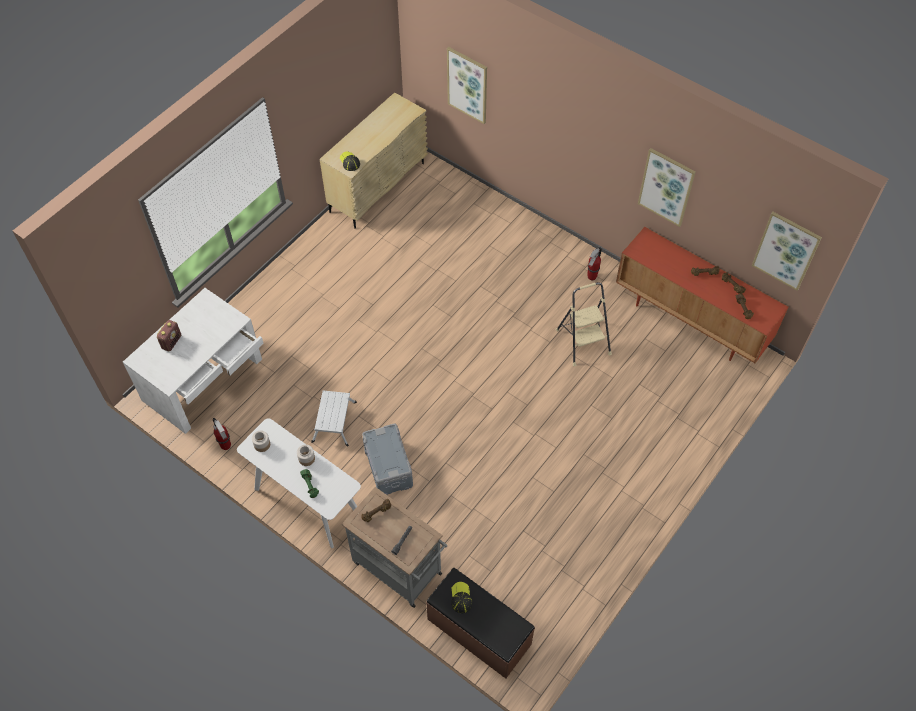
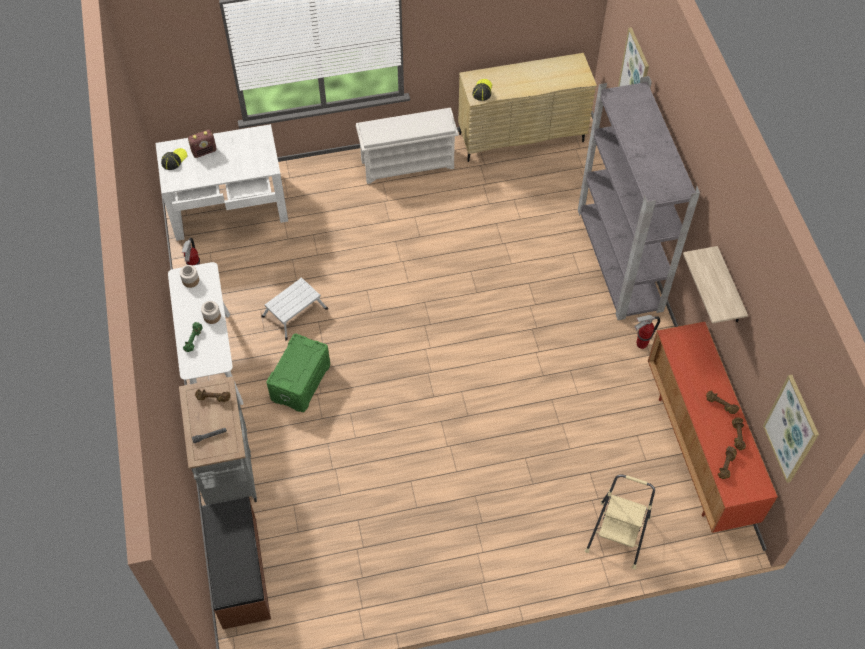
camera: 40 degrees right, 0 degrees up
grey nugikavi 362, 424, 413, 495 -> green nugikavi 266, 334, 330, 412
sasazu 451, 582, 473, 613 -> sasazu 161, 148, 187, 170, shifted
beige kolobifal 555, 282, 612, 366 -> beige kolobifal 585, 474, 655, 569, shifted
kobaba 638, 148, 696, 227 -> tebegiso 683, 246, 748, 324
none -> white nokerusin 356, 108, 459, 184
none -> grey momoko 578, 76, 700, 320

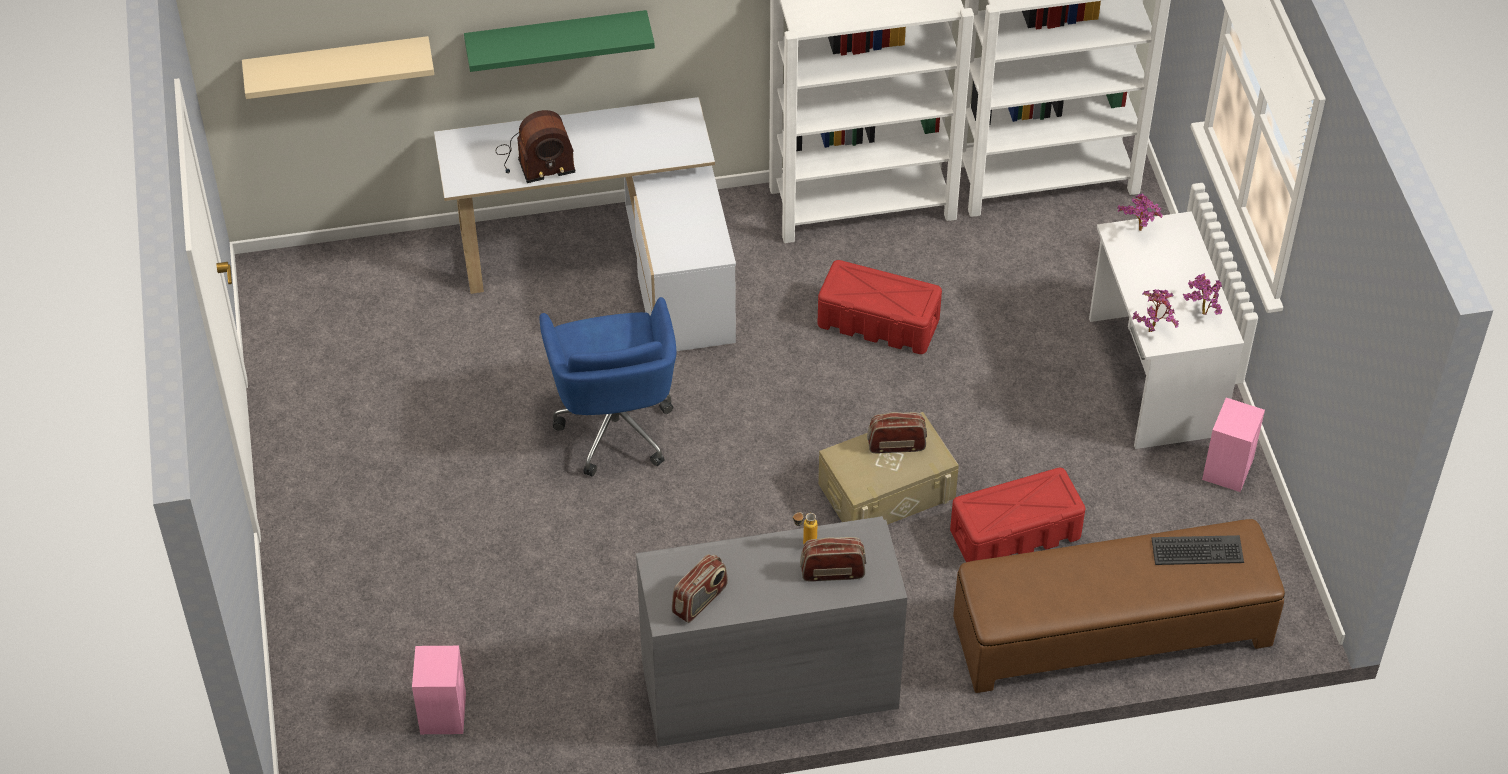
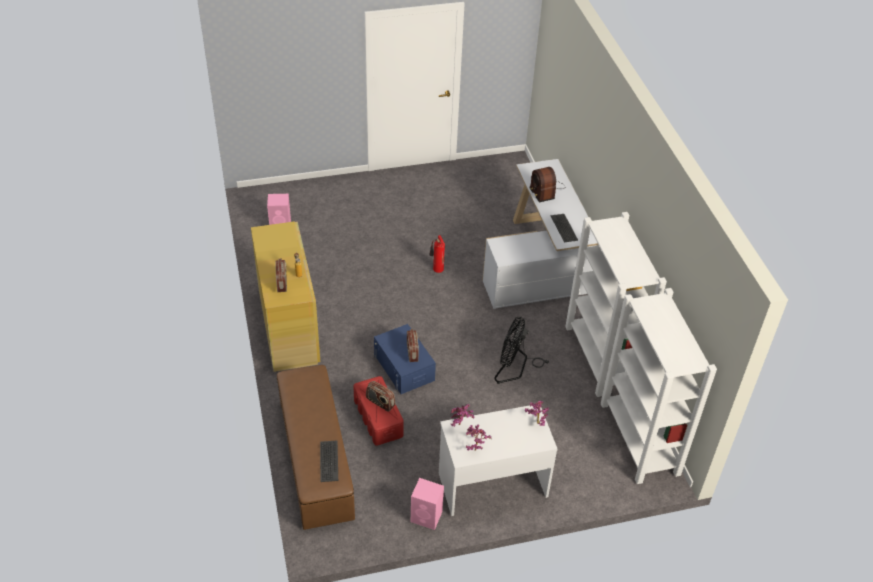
camera: 85 degrees right, 5 degrees down
beige tebegiso 242, 36, 434, 99 -> none
green tebegiso 464, 10, 655, 72 -> none
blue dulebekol 540, 297, 676, 477 -> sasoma 430, 235, 445, 273
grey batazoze 636, 516, 907, 747 -> yellow batazoze 251, 221, 320, 372
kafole 672, 554, 728, 623 -> kafole 366, 381, 395, 412, shifted
red nugikavi 818, 260, 942, 354 -> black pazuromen 495, 316, 550, 384
beige nugikavi 818, 412, 959, 525 -> blue nugikavi 374, 324, 436, 394
none -> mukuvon 551, 214, 578, 242

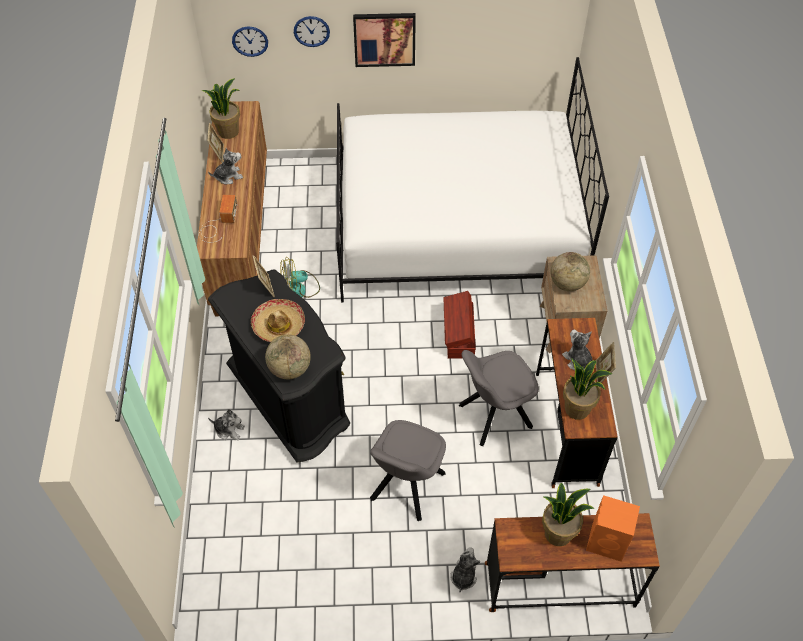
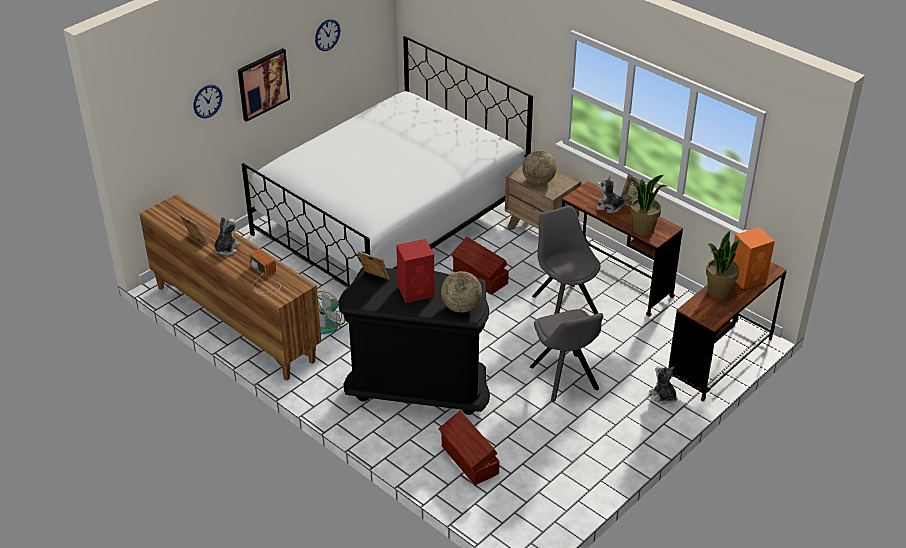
camera: 45 degrees left, 15 degrees down
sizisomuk 202, 78, 240, 139 -> none
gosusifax 208, 409, 245, 440 -> none
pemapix 232, 27, 268, 57 -> pemapix 315, 19, 340, 51, shifted
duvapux 251, 299, 305, 342 -> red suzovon 396, 239, 435, 303
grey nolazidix 459, 350, 539, 446 -> grey nolazidix 532, 205, 601, 314, 135 degrees clockwise
none -> brown nugikavi 438, 411, 500, 485

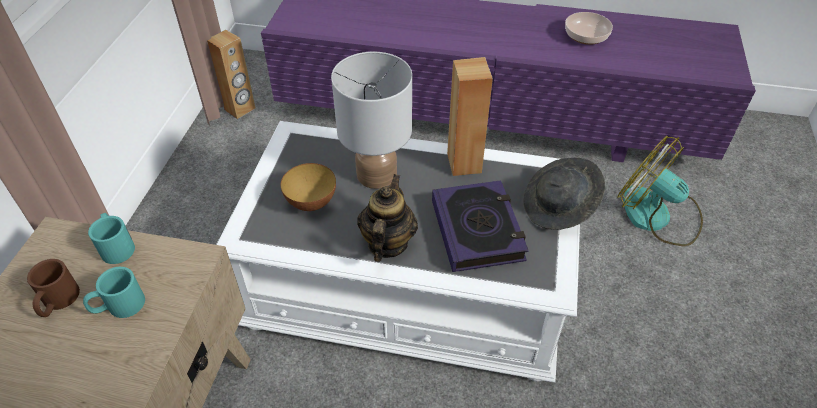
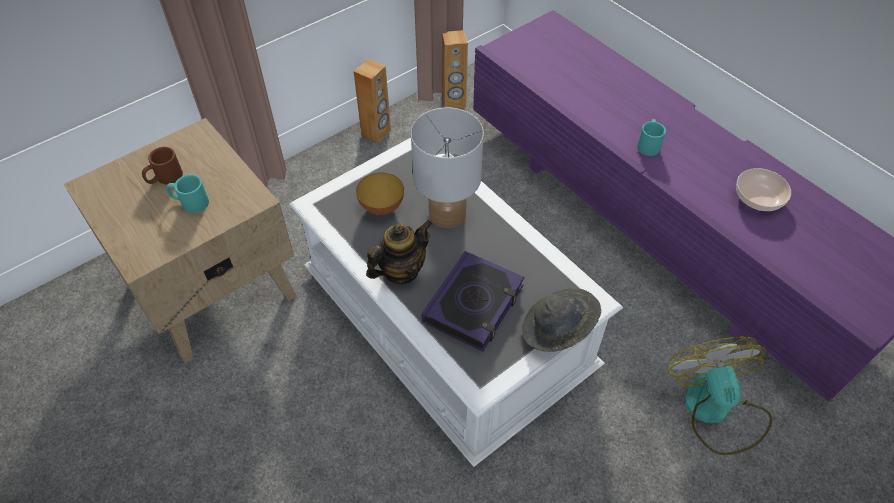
camera: 40 degrees right, 5 degrees up
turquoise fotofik 88, 213, 135, 264 -> turquoise fotofik 637, 119, 666, 156, shifted
brown suzovon 447, 57, 493, 176 -> brown suzovon 353, 59, 391, 143, shifted

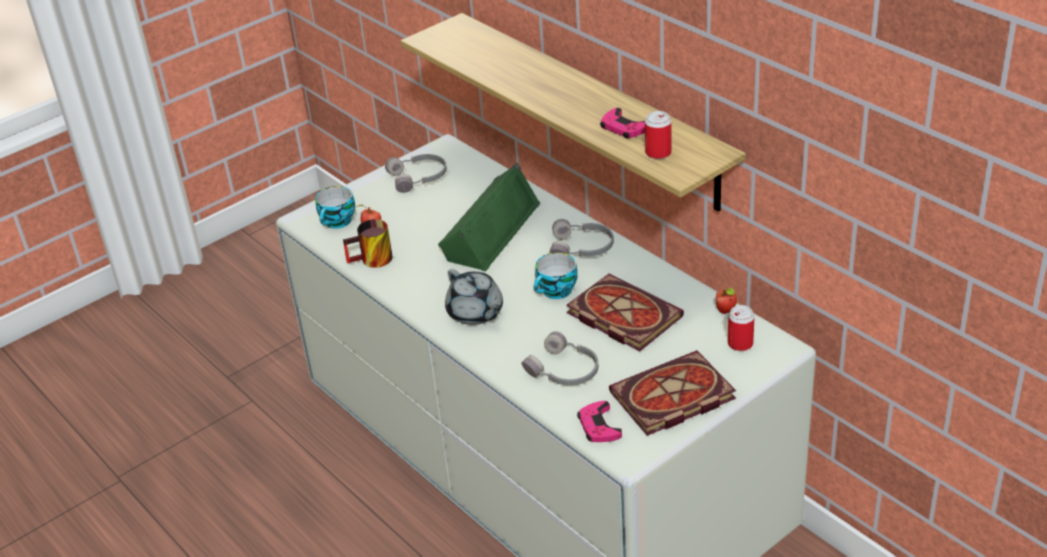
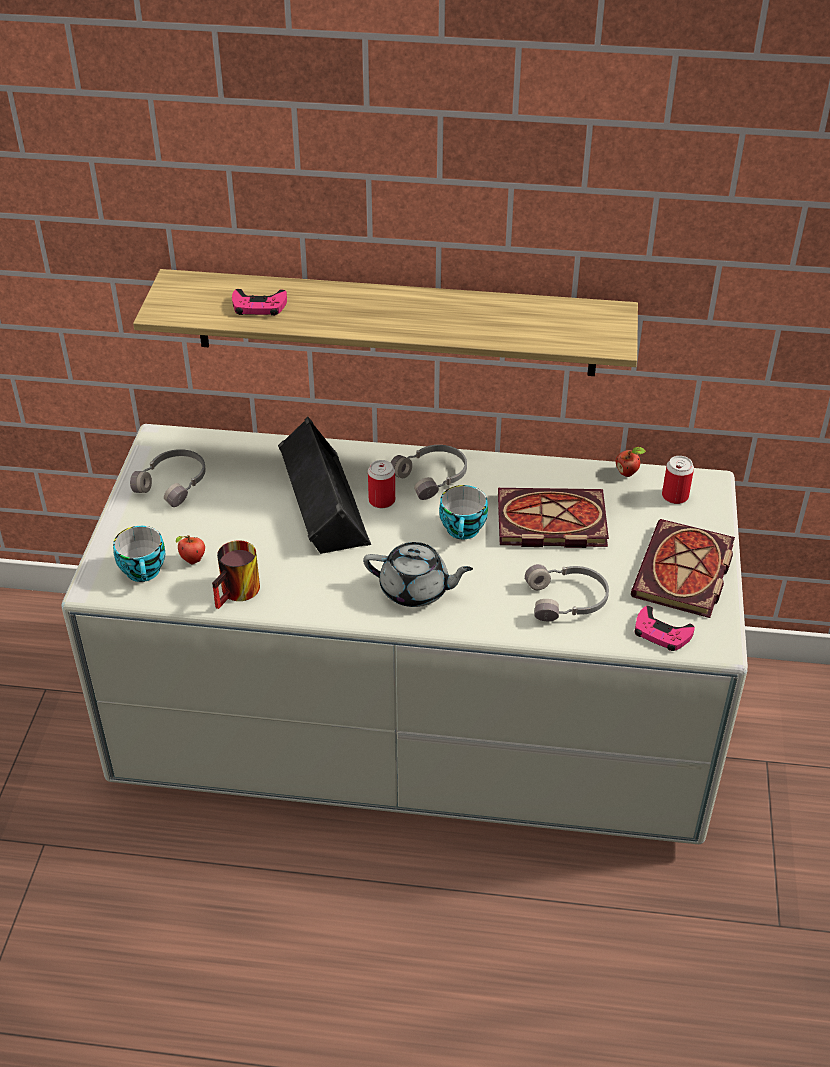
camera: 45 degrees left, 5 degrees up
green suzovon 438, 163, 541, 271 -> black suzovon 278, 417, 371, 554
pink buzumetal 600, 108, 645, 139 -> pink buzumetal 232, 289, 287, 316, shifted
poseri 645, 111, 671, 159 -> poseri 368, 460, 395, 508, shifted

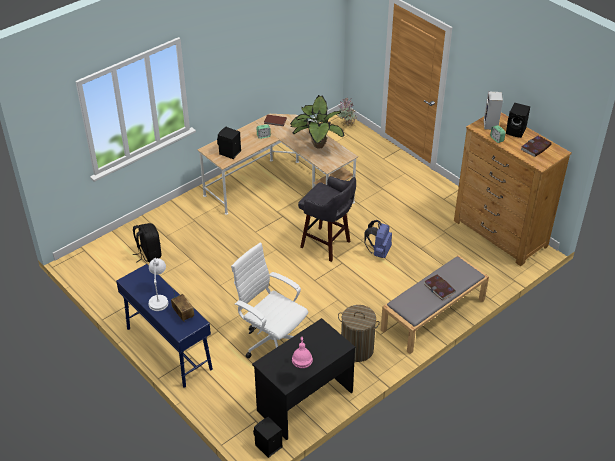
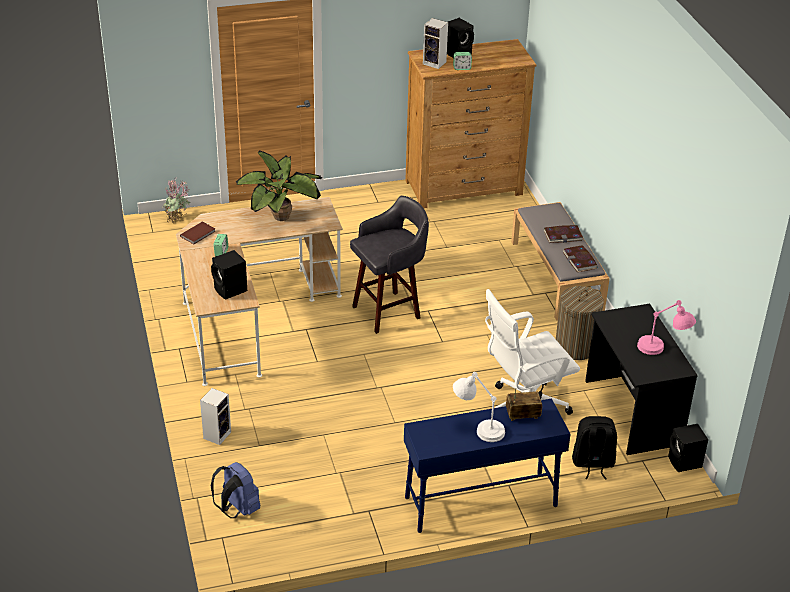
camera: 65 degrees left, 5 degrees down
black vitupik 133, 223, 161, 262 -> black vitupik 572, 416, 617, 480, shifted
blue vitupik 364, 220, 392, 258 -> blue vitupik 211, 462, 260, 518, shifted
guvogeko 521, 136, 551, 157 -> guvogeko 562, 245, 598, 272, shifted
none -> suzovon 200, 388, 231, 445

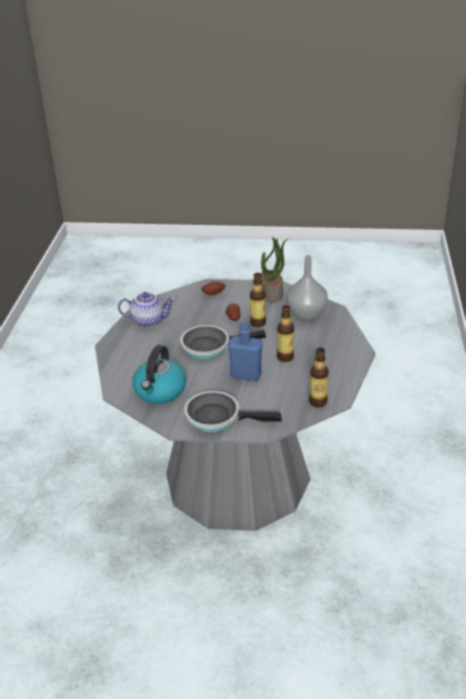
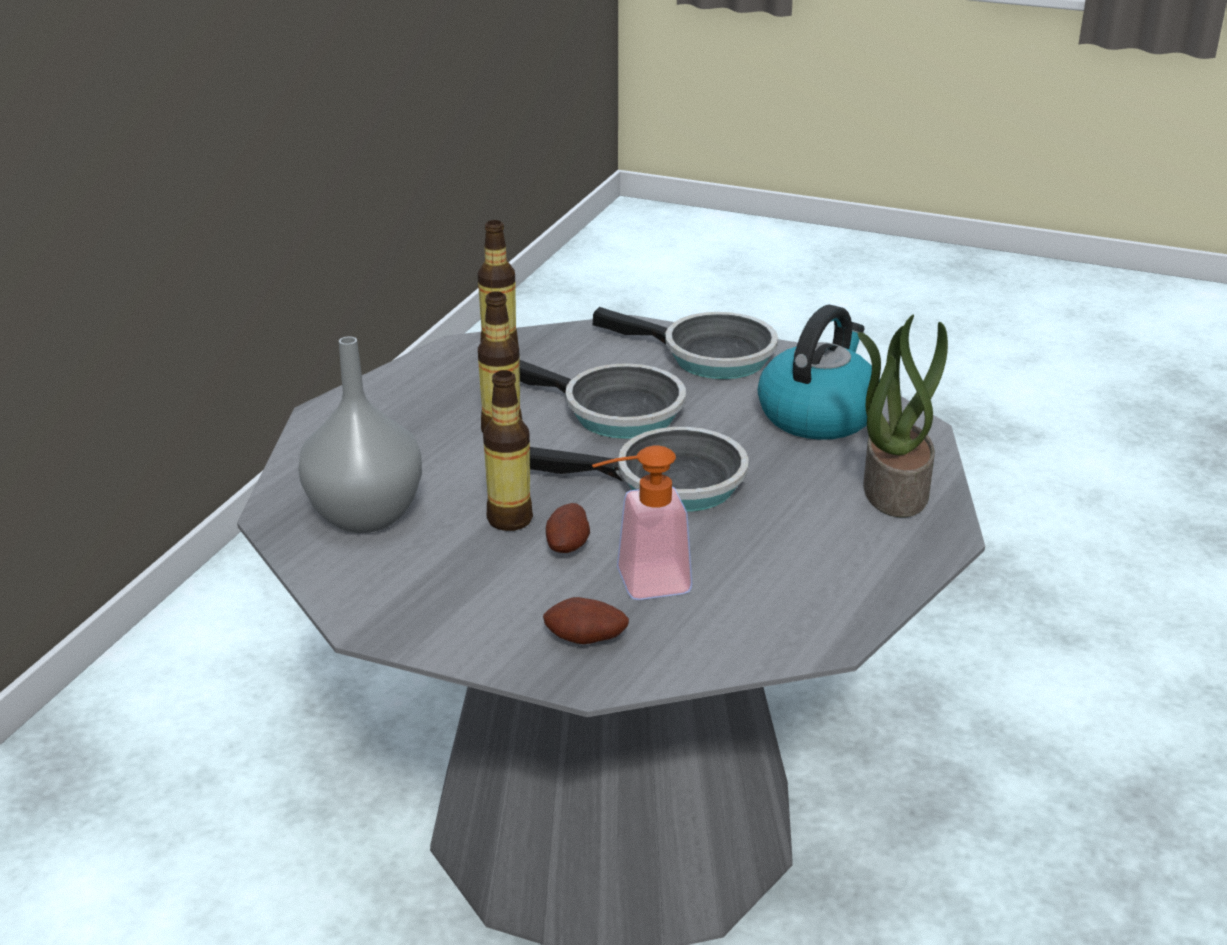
camera: 165 degrees left, 5 degrees down
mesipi 118, 292, 175, 327 -> none
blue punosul 228, 322, 263, 381 -> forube 520, 360, 686, 439
sizisomuk 261, 237, 289, 303 -> sizisomuk 858, 314, 948, 518, shifted
none -> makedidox 592, 445, 692, 600

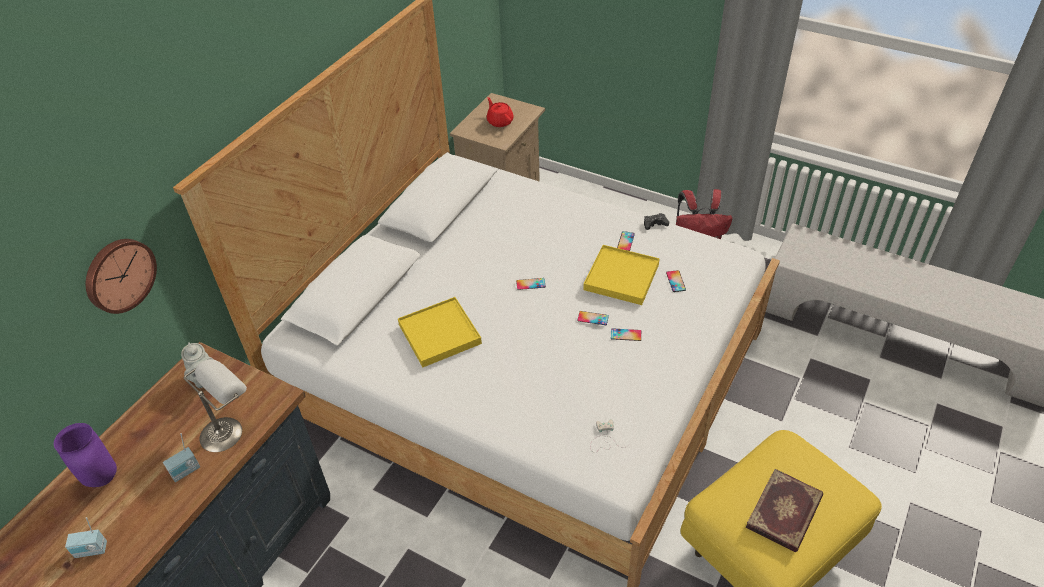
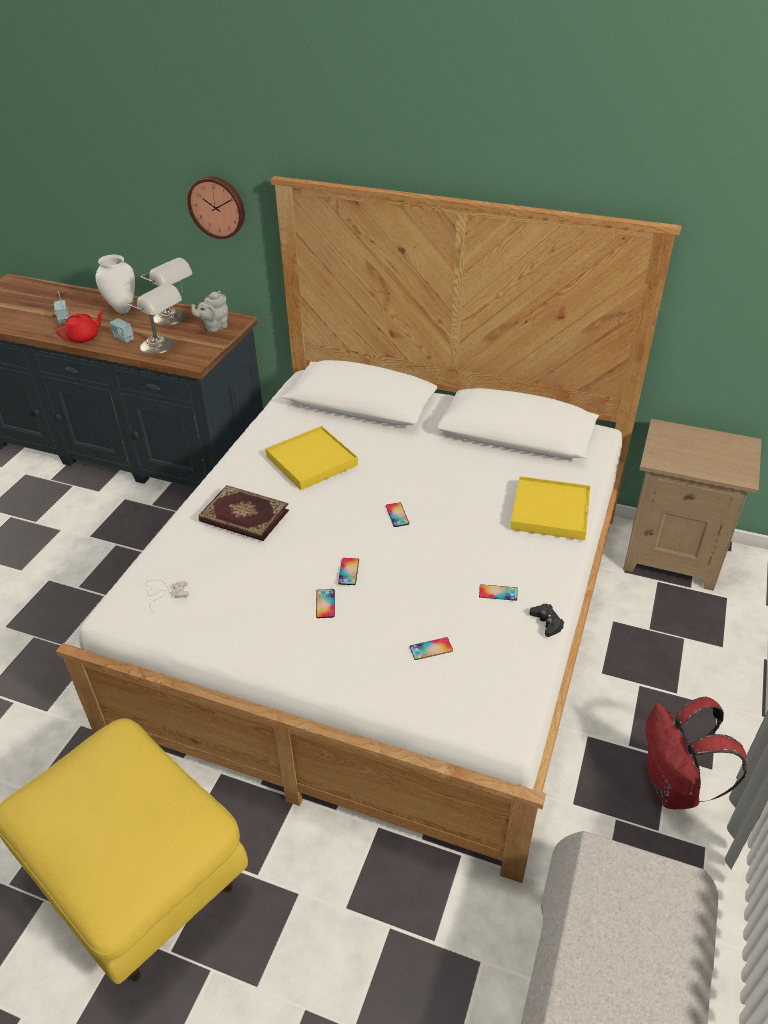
camera: 80 degrees right, 5 degrees down
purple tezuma 54, 423, 117, 487 -> white tezuma 96, 255, 135, 314
red mesipi 487, 97, 514, 127 -> red mesipi 56, 310, 104, 343, shifted
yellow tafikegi 583, 245, 660, 305 -> yellow tafikegi 510, 476, 590, 540, shifted
guvogeko 746, 469, 823, 552 -> guvogeko 199, 485, 289, 541, shifted
none -> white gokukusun 141, 258, 193, 325

